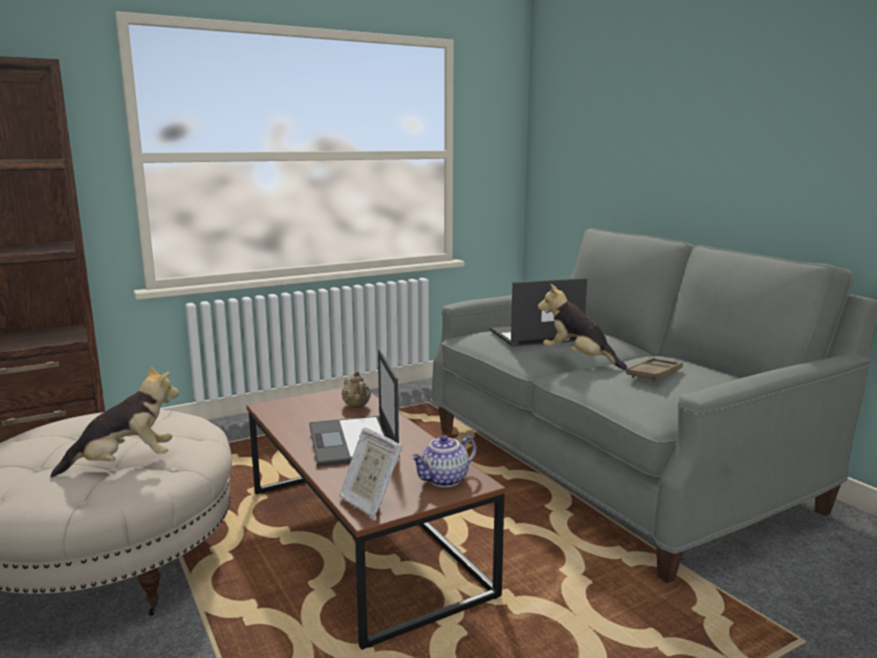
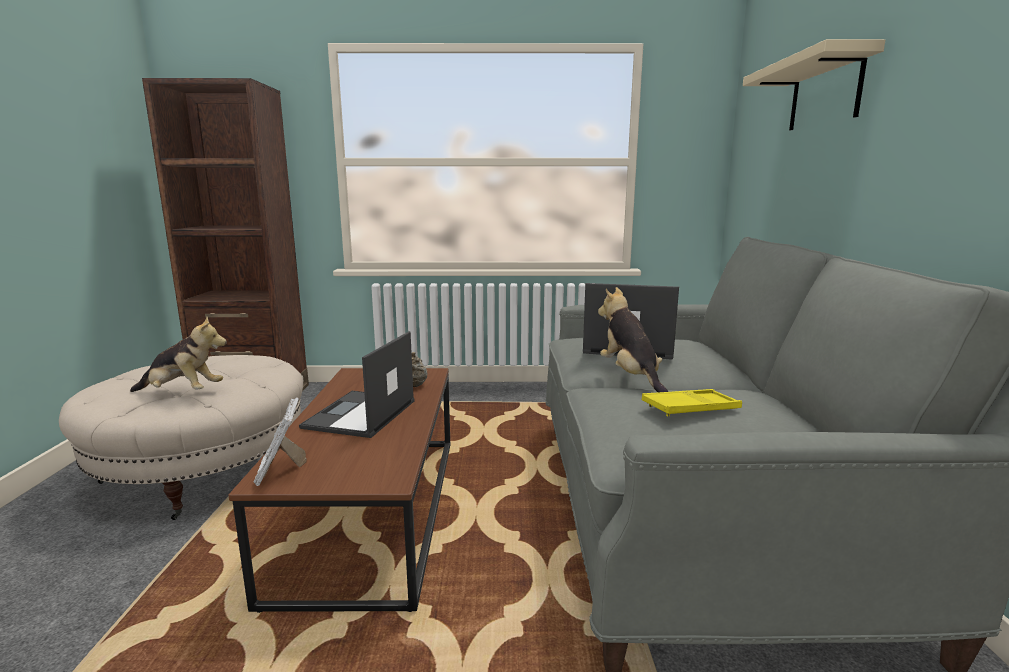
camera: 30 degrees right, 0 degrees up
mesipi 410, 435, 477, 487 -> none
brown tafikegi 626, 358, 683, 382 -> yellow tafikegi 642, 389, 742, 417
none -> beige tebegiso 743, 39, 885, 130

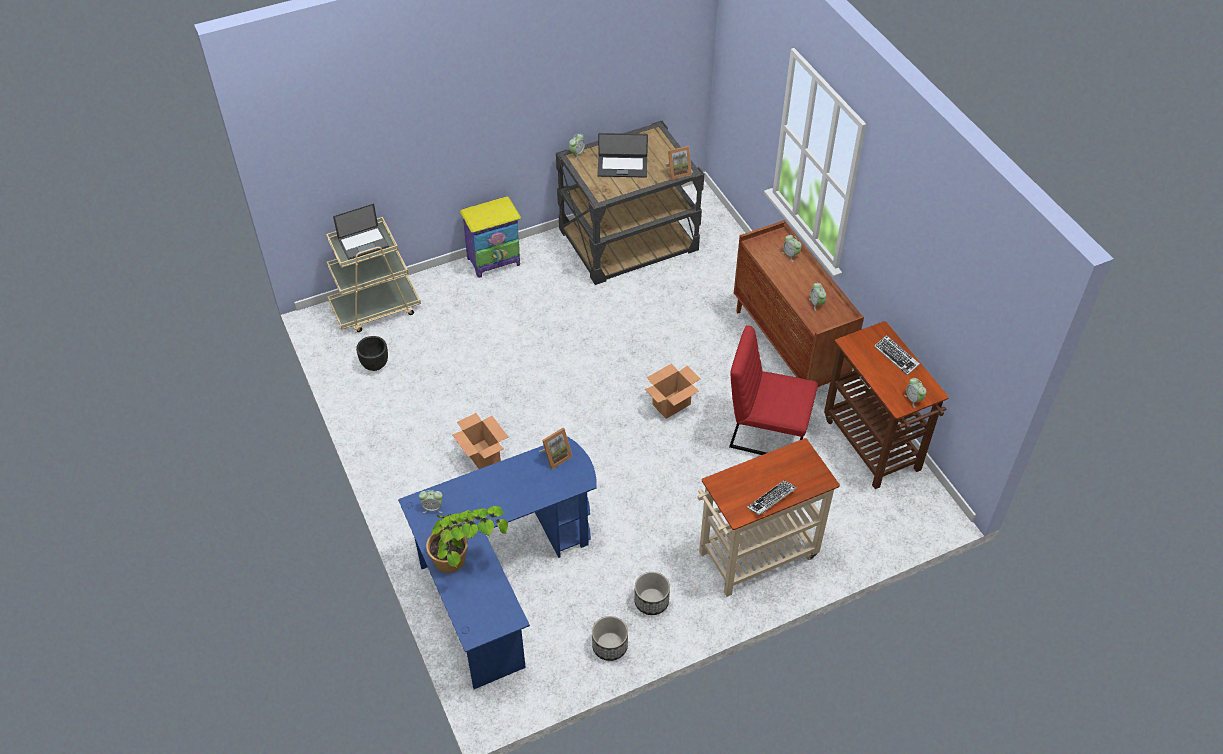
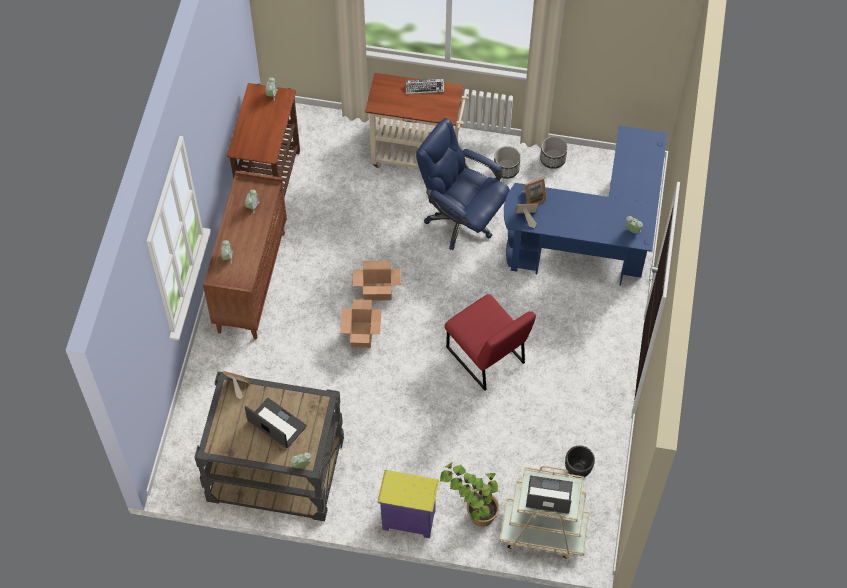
camera: 145 degrees left, 10 degrees up
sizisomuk 426, 506, 508, 573 -> sizisomuk 440, 463, 499, 527, shifted
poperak 452, 413, 508, 469 -> poperak 340, 299, 382, 348, shifted
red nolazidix 729, 325, 818, 455 -> red nolazidix 445, 294, 536, 391, shifted
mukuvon 874, 335, 920, 375 -> none
none -> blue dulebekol 416, 118, 510, 250
none -> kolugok 521, 178, 547, 204

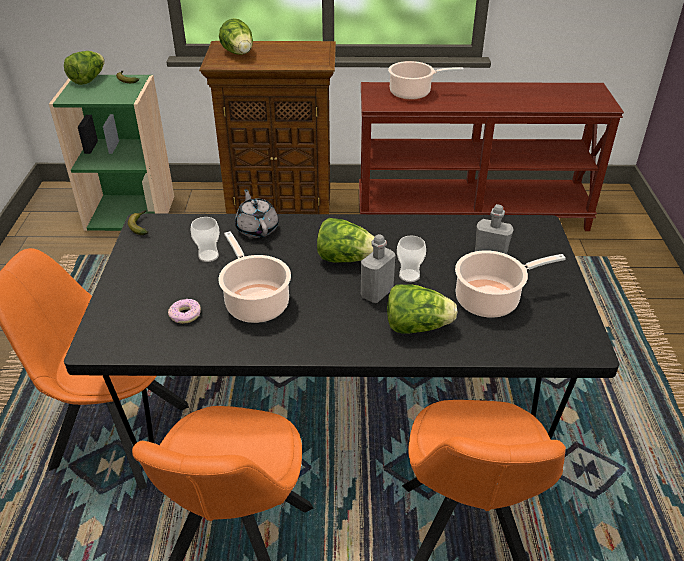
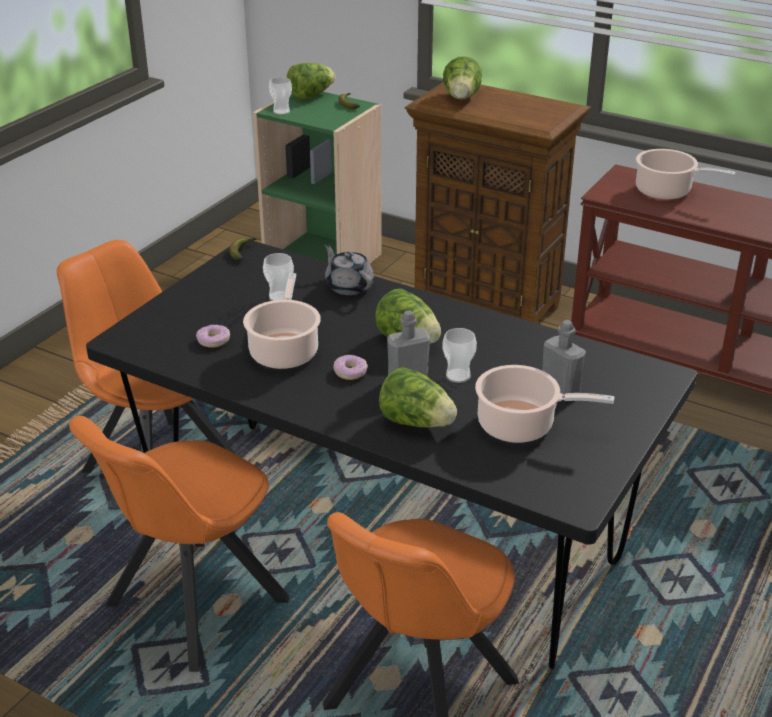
camera: 30 degrees right, 5 degrees down
grey mesipi 235, 189, 279, 238 -> grey mesipi 325, 244, 374, 295, 45 degrees counterclockwise
none -> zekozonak 269, 77, 292, 115
none -> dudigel 333, 355, 368, 380

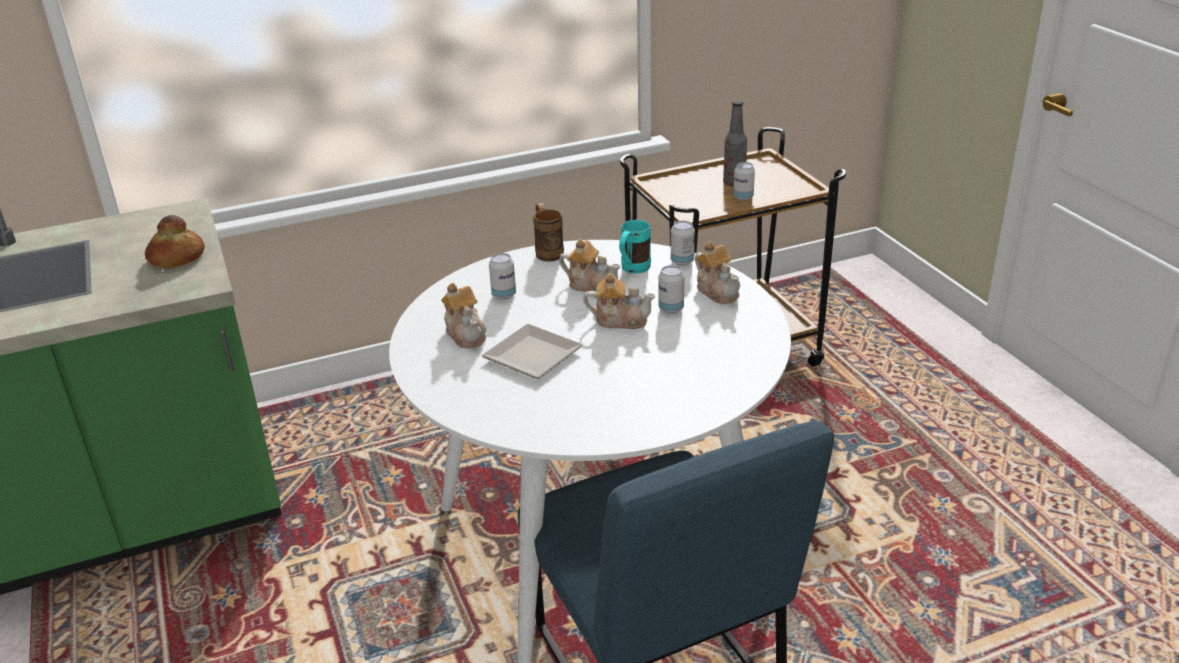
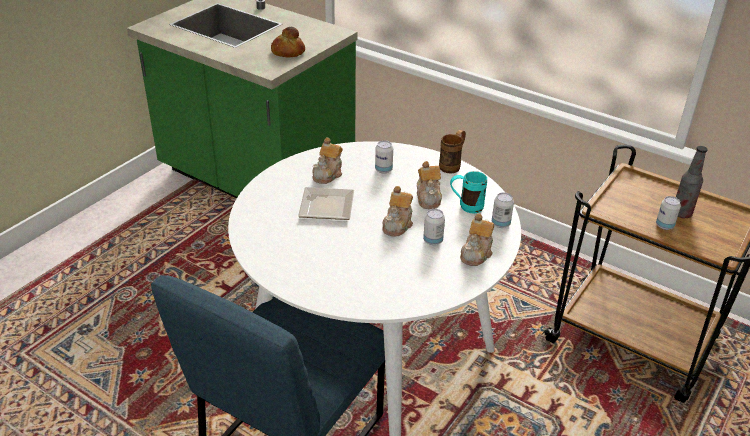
camera: 55 degrees right, 5 degrees up
mesipi 583, 273, 655, 329 -> mesipi 382, 186, 413, 237, 45 degrees clockwise

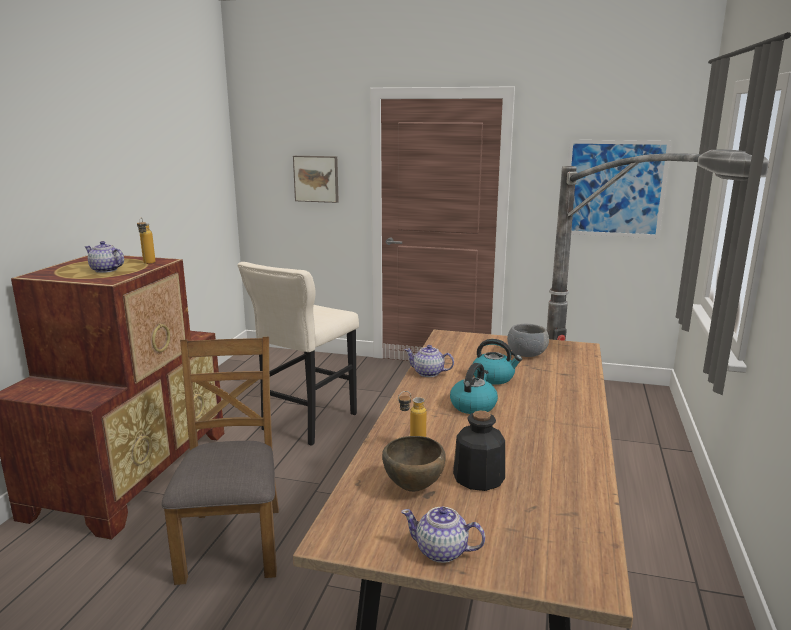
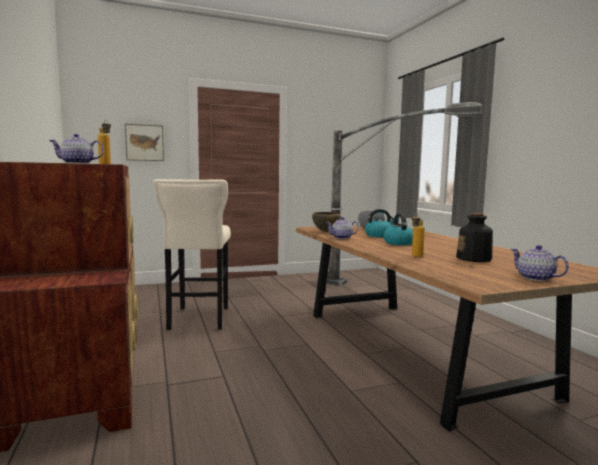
camera: 35 degrees left, 10 degrees down
brown nolazidix 161, 337, 279, 585 -> none
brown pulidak 382, 436, 446, 492 -> brown pulidak 312, 212, 340, 232, shifted
mesipi 401, 507, 485, 563 -> mesipi 511, 245, 569, 281, 75 degrees clockwise
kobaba 568, 140, 672, 238 -> none

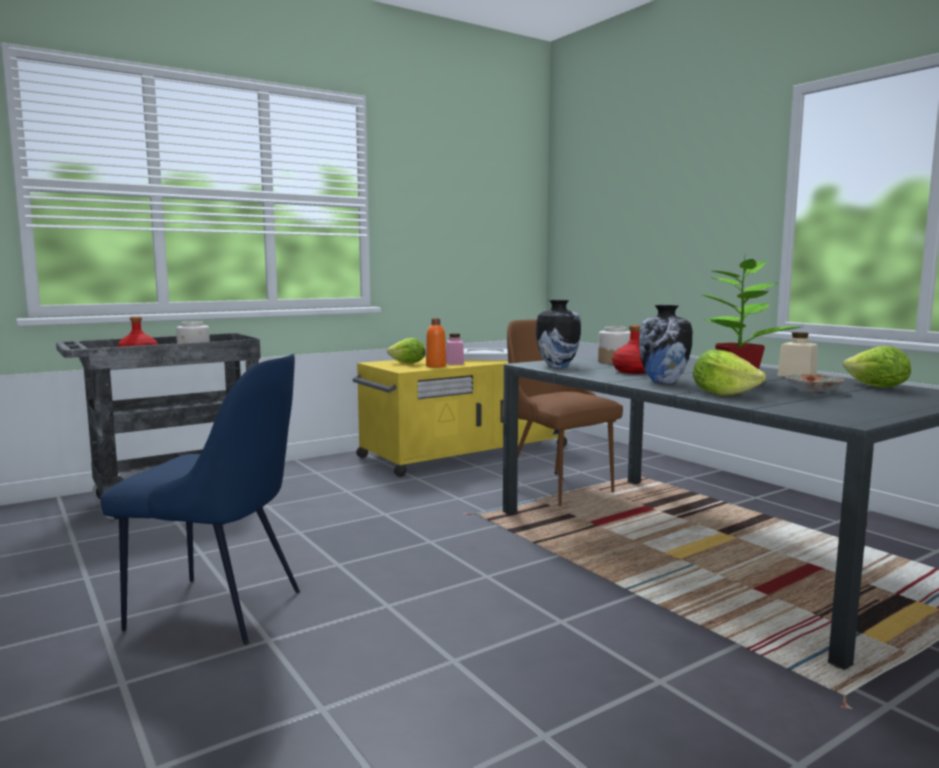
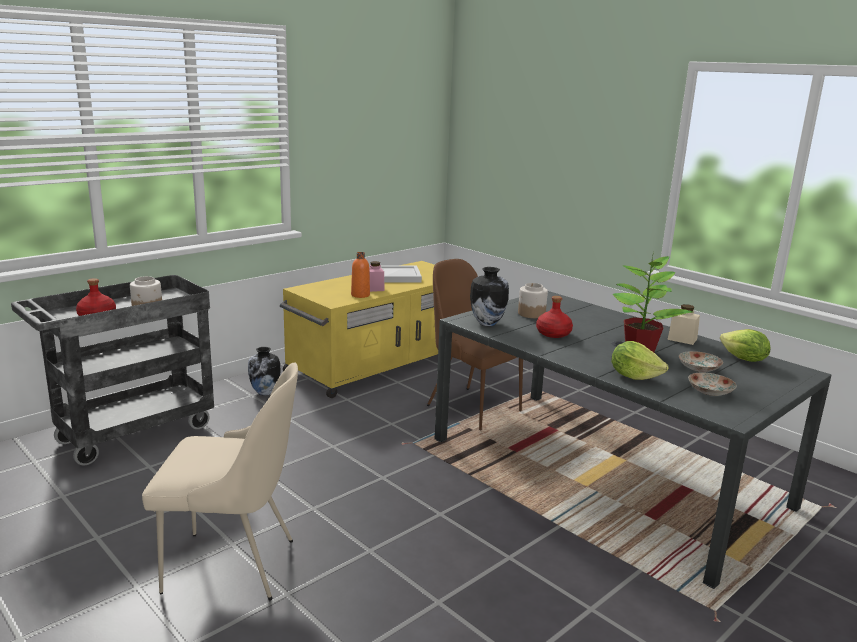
camera: 10 degrees left, 10 degrees up
blue nolazidix 100, 354, 300, 645 -> beige nolazidix 142, 362, 298, 600
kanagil 387, 338, 426, 363 -> none
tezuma 639, 305, 692, 384 -> tezuma 248, 347, 281, 396, shifted
none -> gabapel 688, 372, 737, 396

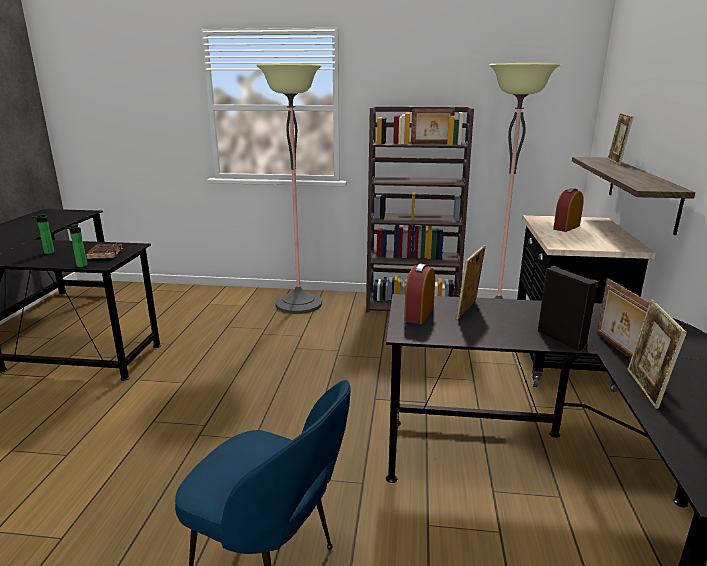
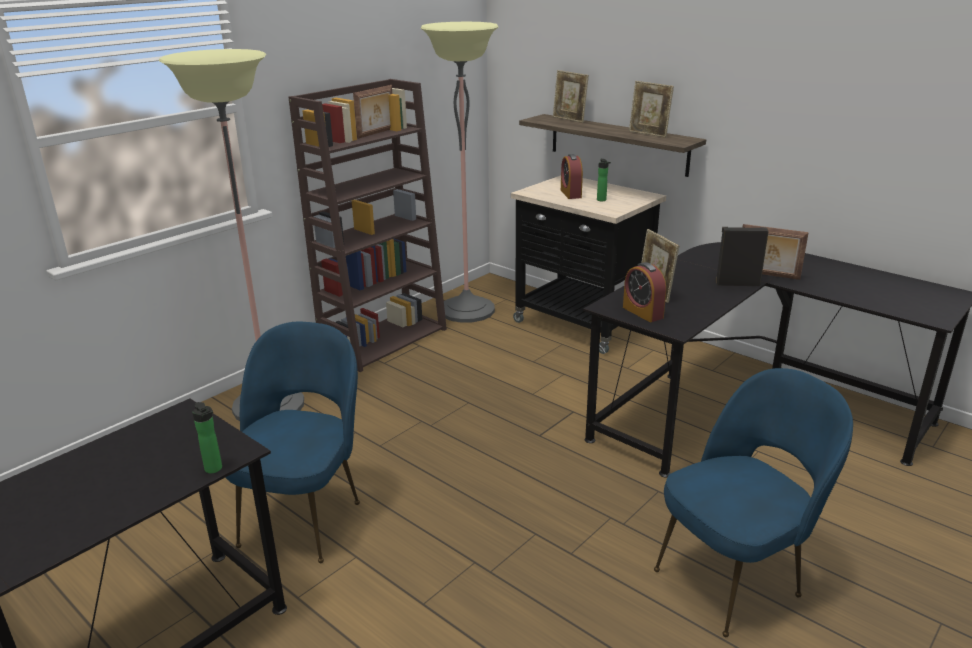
camera: 55 degrees left, 5 degrees up
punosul 32, 214, 55, 254 -> punosul 597, 159, 611, 201, shifted
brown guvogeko 86, 244, 123, 259 -> none
kolugok 628, 300, 687, 409 -> kolugok 629, 81, 674, 138, shifted
none -> blue nolazidix 225, 322, 360, 563

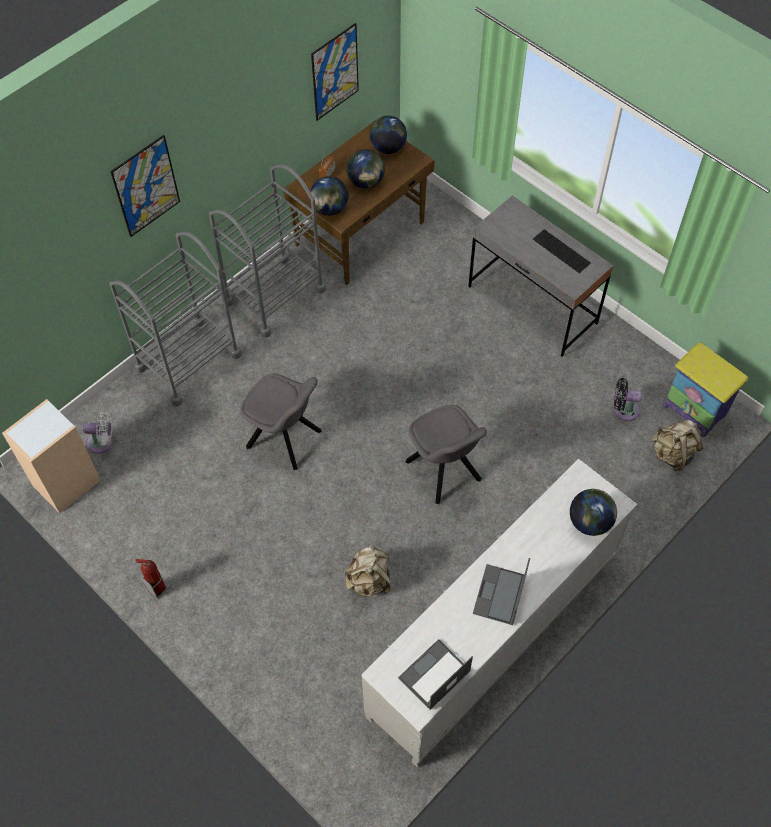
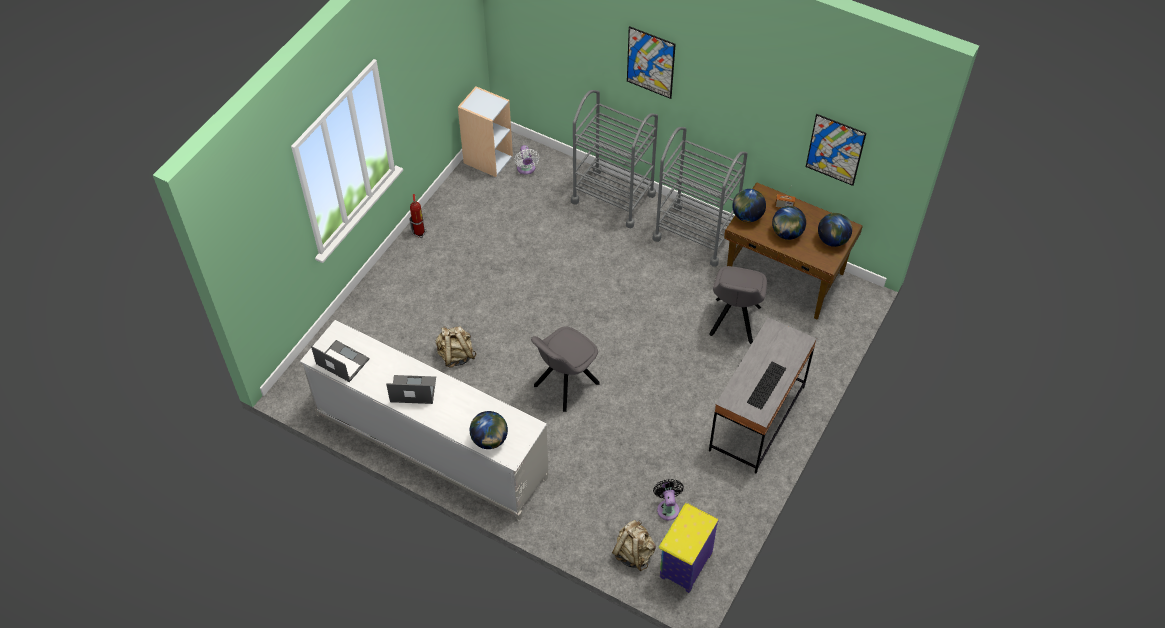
camera: 75 degrees right, 5 degrees down
grey nolazidix 241, 374, 322, 470 -> grey nolazidix 709, 266, 767, 344, shifted

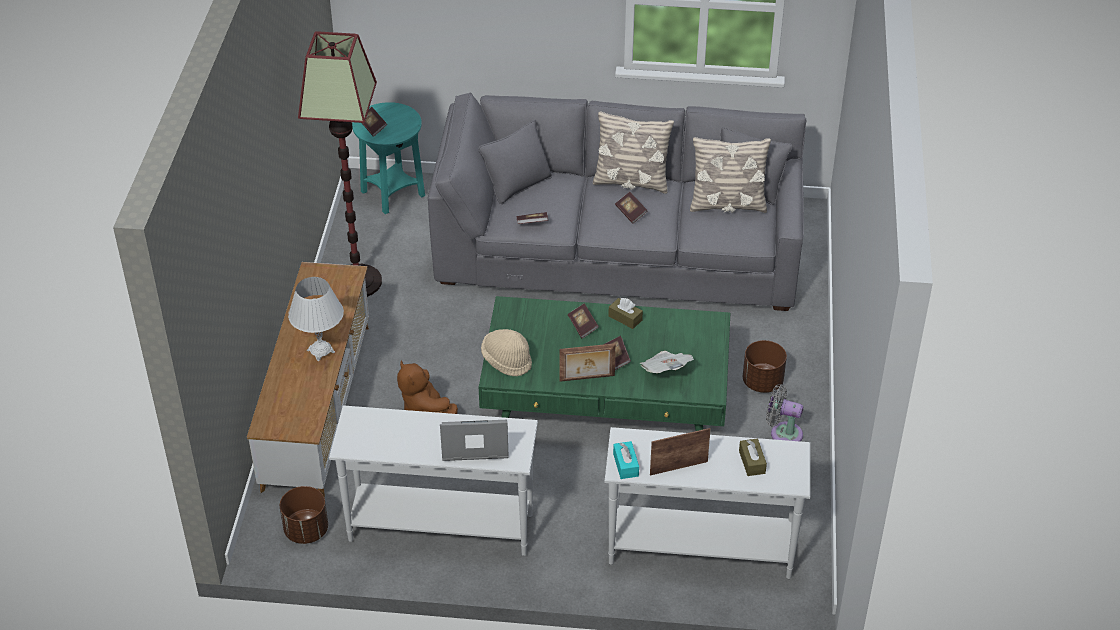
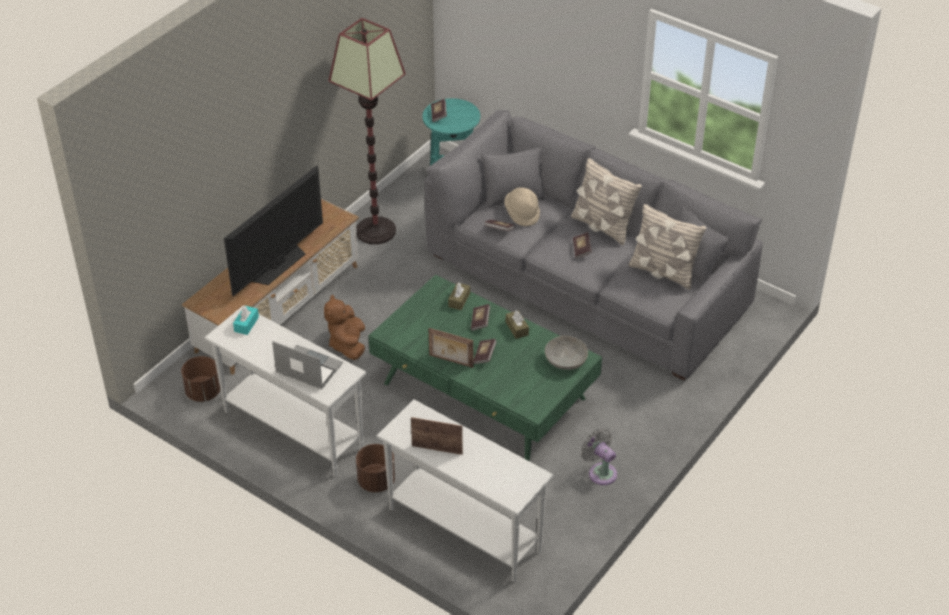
camera: 30 degrees right, 0 degrees up
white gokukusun 288, 277, 344, 361 -> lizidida 224, 166, 323, 296
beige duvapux 481, 329, 532, 376 -> beige duvapux 504, 187, 540, 226, shifted
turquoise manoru 613, 441, 639, 479 -> turquoise manoru 233, 305, 259, 335, shifted
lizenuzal 640, 351, 694, 373 -> none
brown manoru 739, 438, 767, 476 -> brown manoru 448, 282, 470, 310, shifted
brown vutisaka 743, 340, 787, 393 -> brown vutisaka 356, 444, 395, 492, shifted
none -> grey pulidak 545, 335, 588, 370

